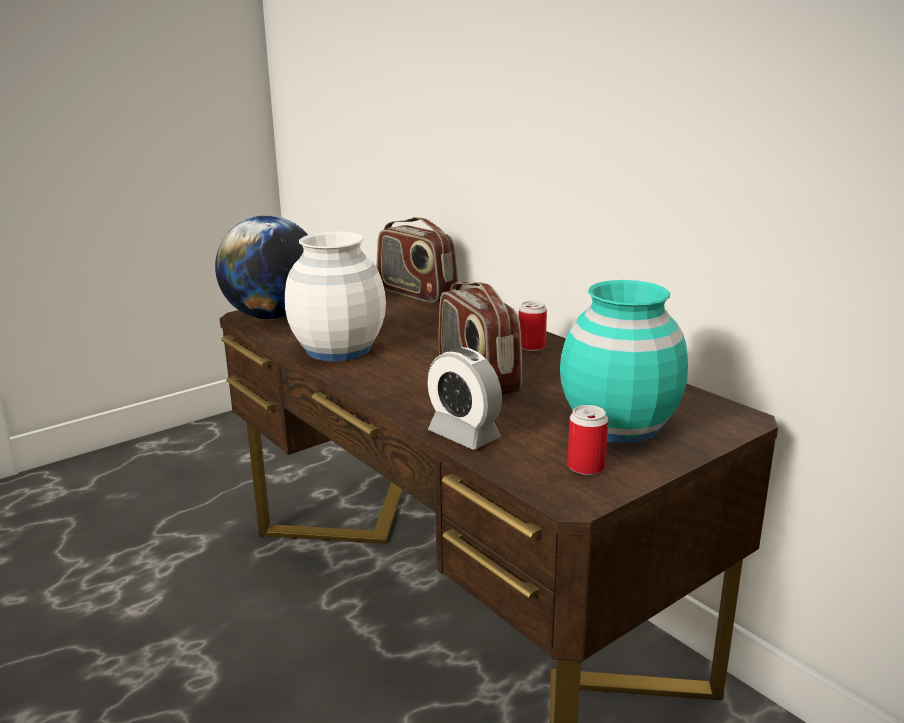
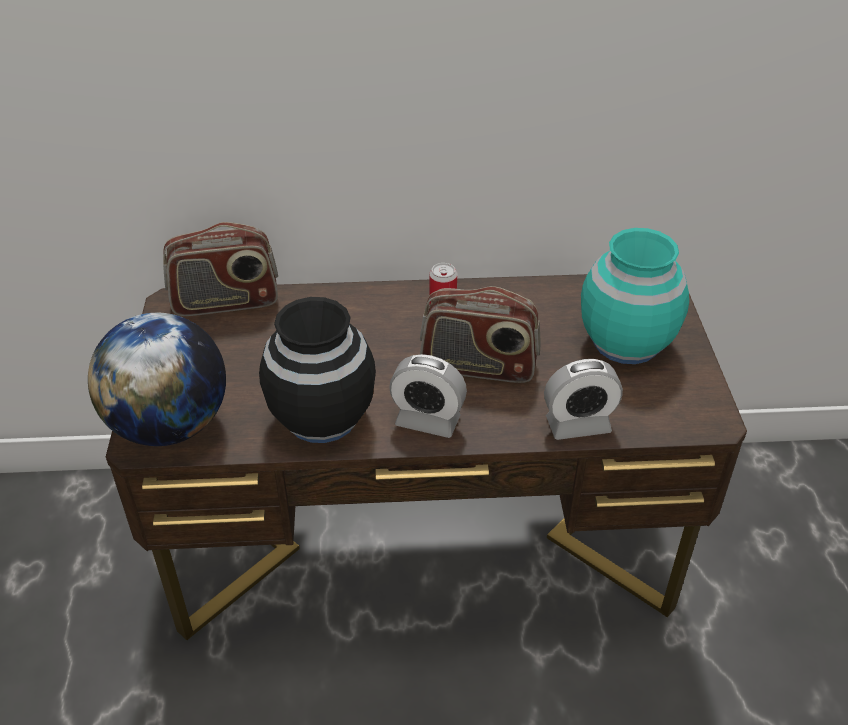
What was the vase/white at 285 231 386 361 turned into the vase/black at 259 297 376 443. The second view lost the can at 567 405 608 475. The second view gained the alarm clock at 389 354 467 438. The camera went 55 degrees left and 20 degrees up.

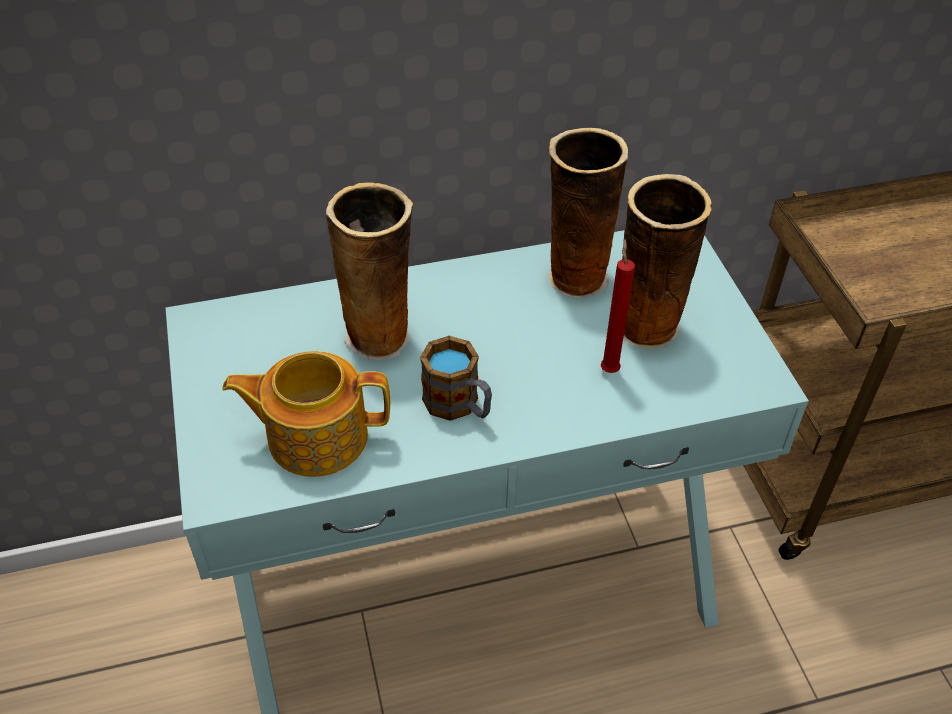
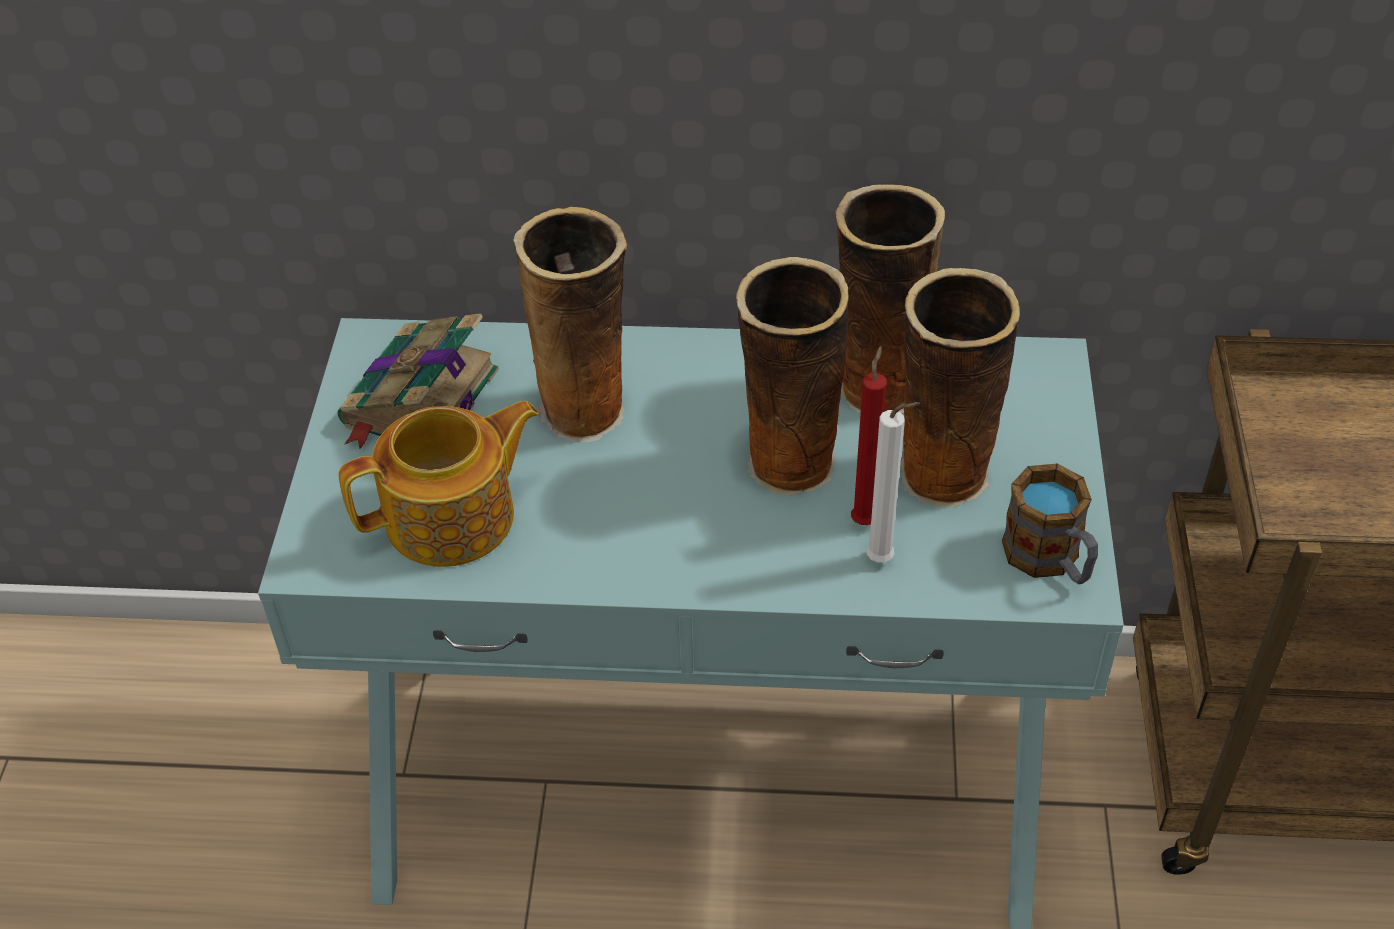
The teapot at 222 351 390 477 ended up facing another way, 135 degrees clockwise from before. The mug ended up elsewhere, having gone from 420 336 492 421 to 1002 464 1098 584. The second view gained the book at 338 313 499 449. The second view gained the vase at 736 257 849 496. The second view gained the candle/white at 866 402 920 562. The camera went 20 degrees right and 0 degrees up.

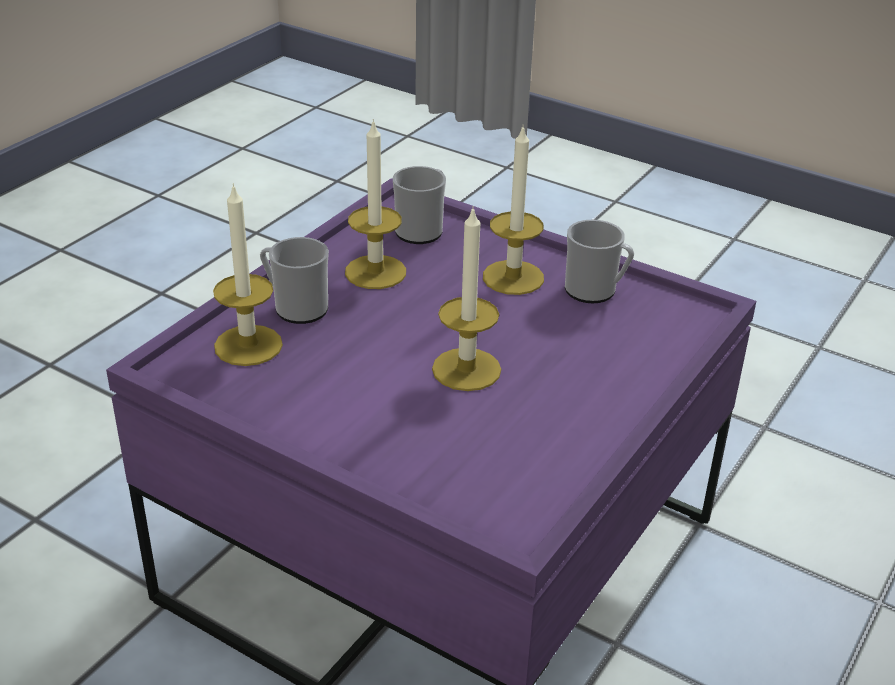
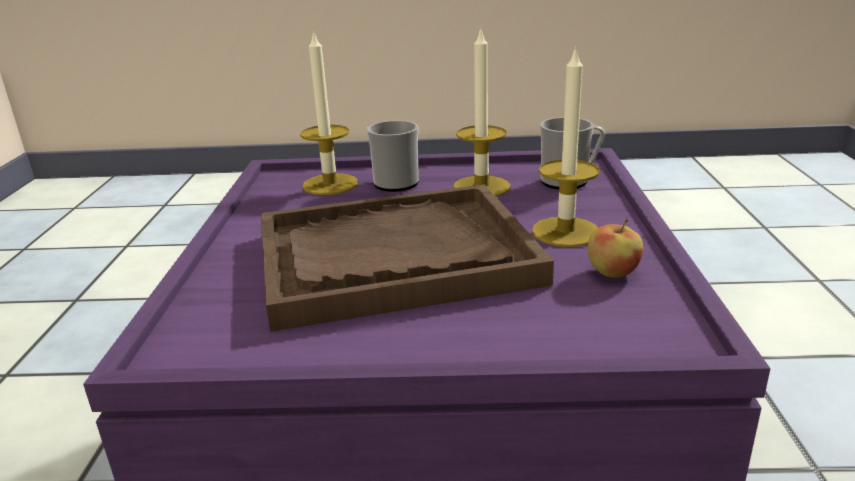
Where the candle stood at 432 206 501 391, the tray/brown came to stand at 261 184 554 332. Where the mug stood at 565 220 634 303, the apple came to stand at 587 217 643 278. The camera went 60 degrees right and 10 degrees down.

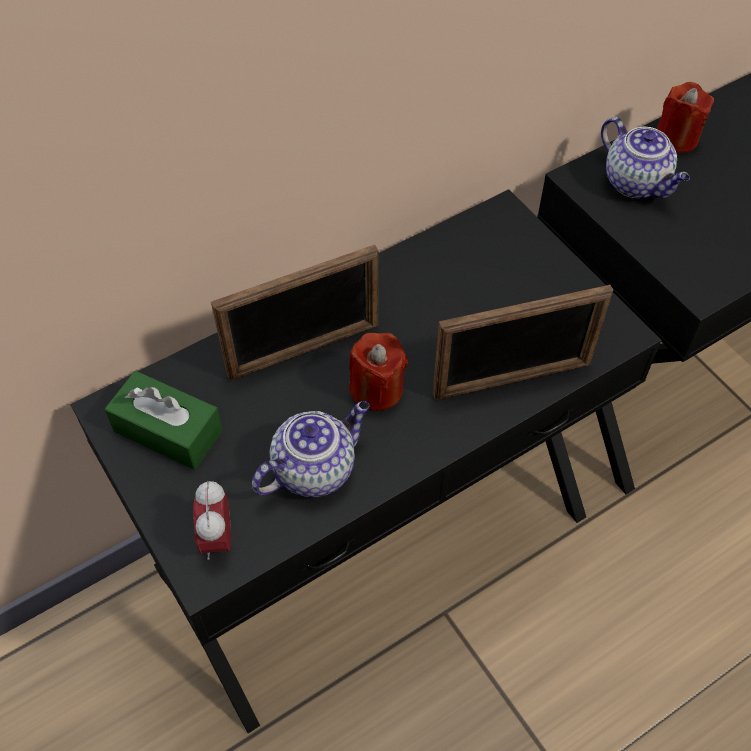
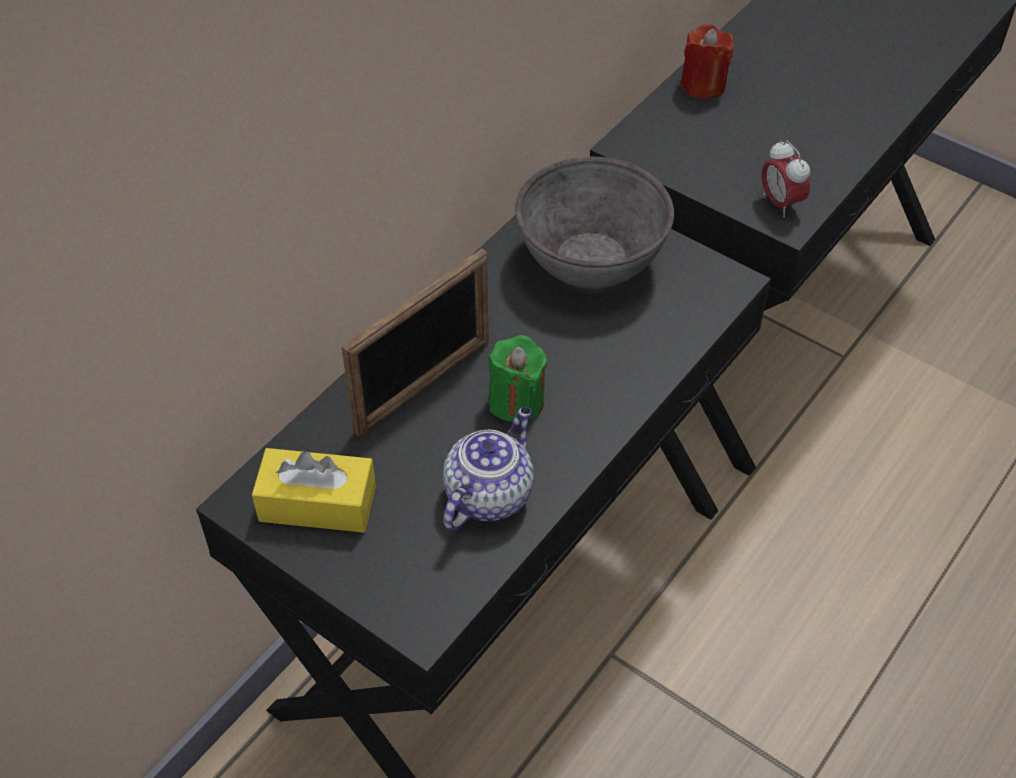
What was the tissue box/green at 105 371 223 470 turned into the tissue box/yellow at 252 448 376 533. The alarm clock ended up elsewhere, having gone from 193 481 231 560 to 762 140 810 217. What was the candle/red at 349 333 408 411 turned into the candle/green at 488 335 547 422. The second view lost the picture frame at 433 285 613 399. The second view lost the teapot at 601 117 690 198. The second view gained the bowl/grey at 515 157 674 289. The camera went 20 degrees left and 5 degrees down.

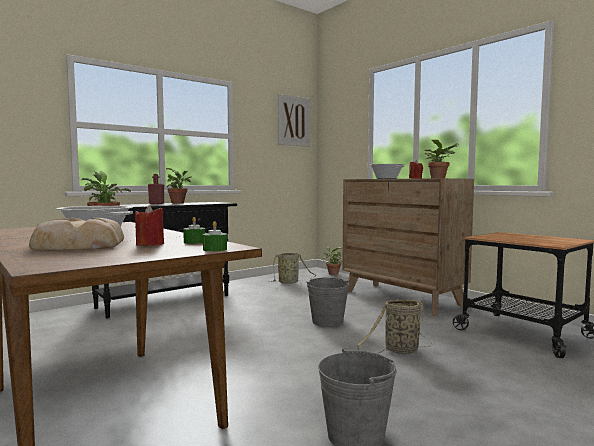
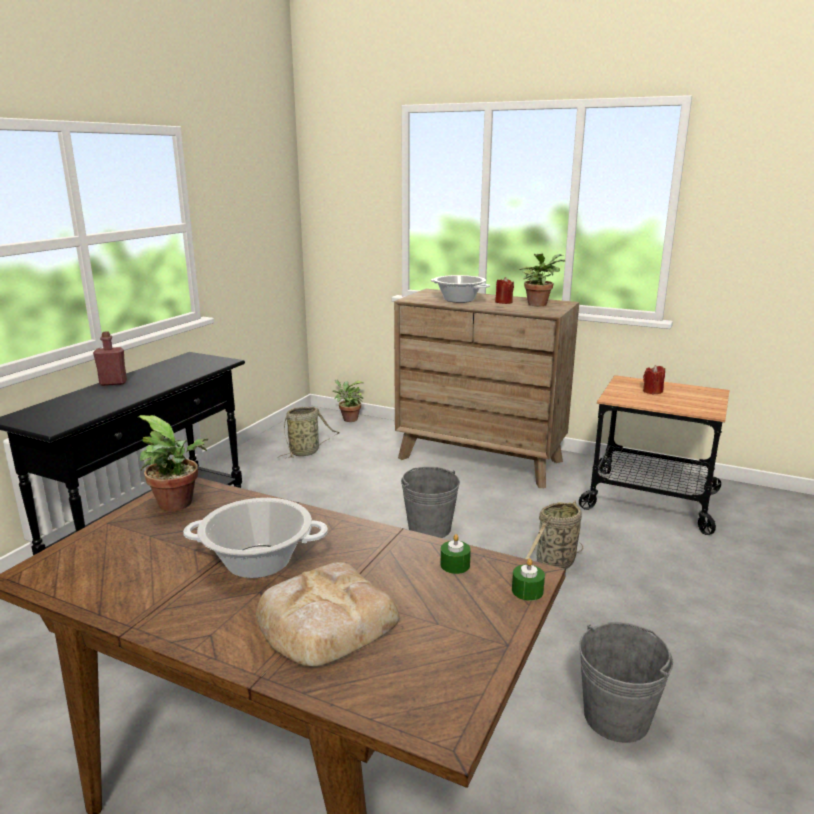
The candle/red ended up elsewhere, having gone from 135 205 164 246 to 643 365 665 394. The second view lost the potted plant at 166 168 191 203. The second view lost the picture at 278 94 310 147. The camera went 25 degrees left and 15 degrees up.

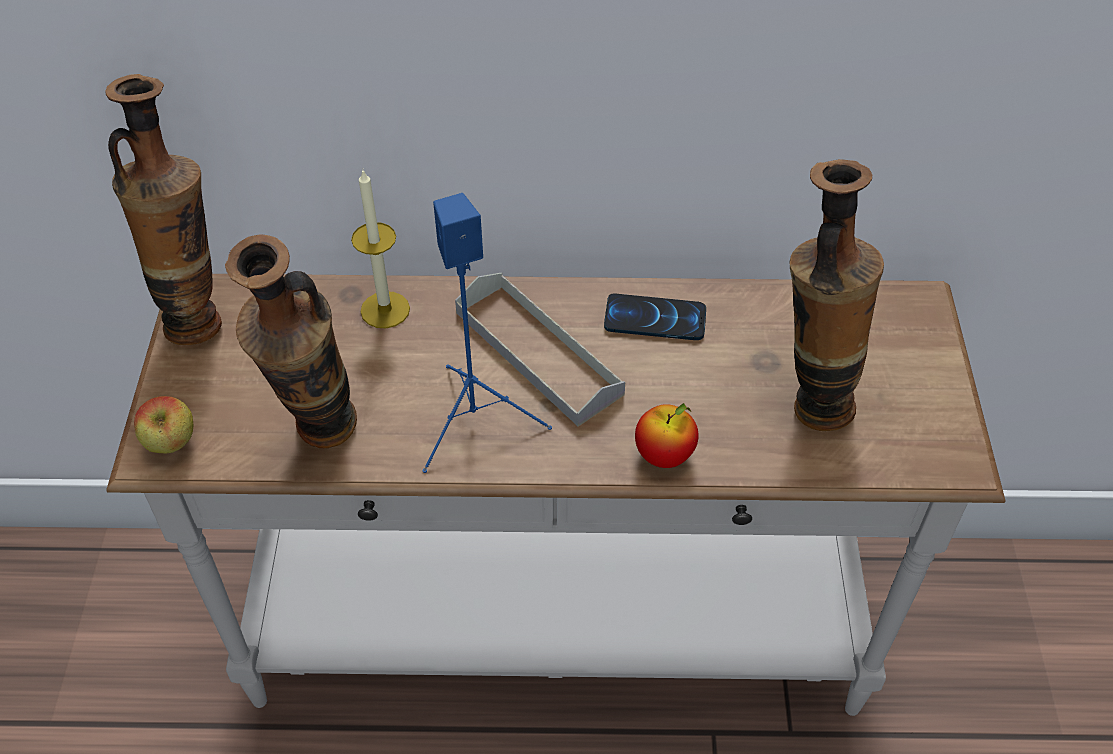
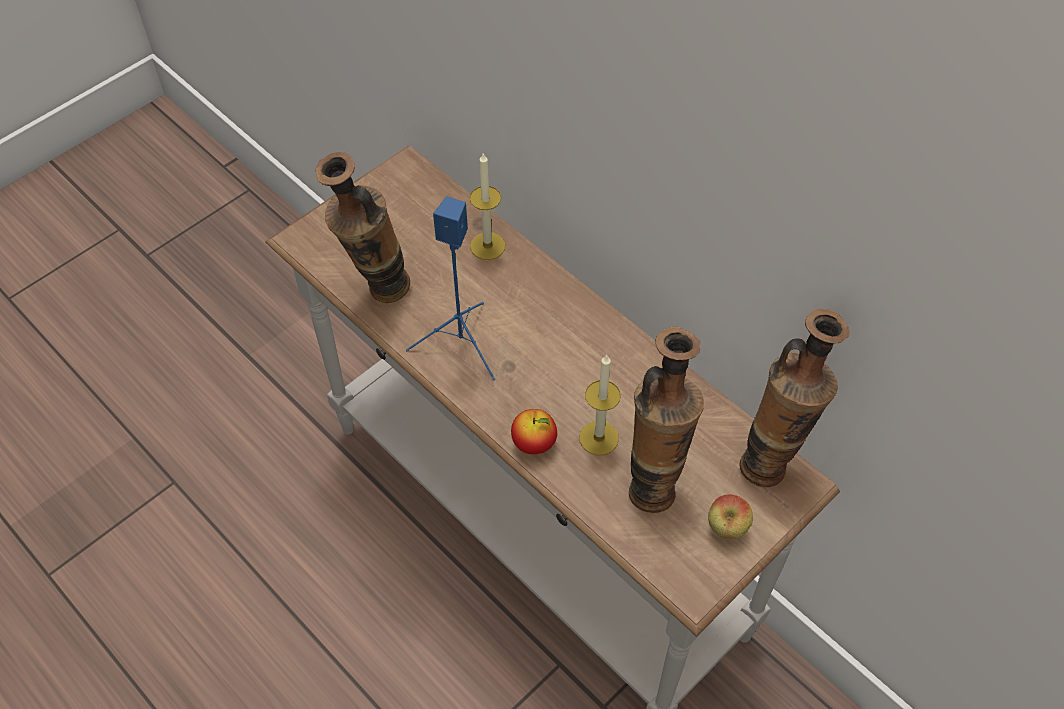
The vase ended up elsewhere, having gone from 105 74 222 345 to 739 309 849 487. The apple ended up elsewhere, having gone from 134 396 193 453 to 708 495 753 539. The second view lost the tray/grey at 455 273 625 427. The second view lost the phone at 604 294 706 340. The second view gained the candle at 579 355 621 455. The camera went 45 degrees right and 5 degrees up.

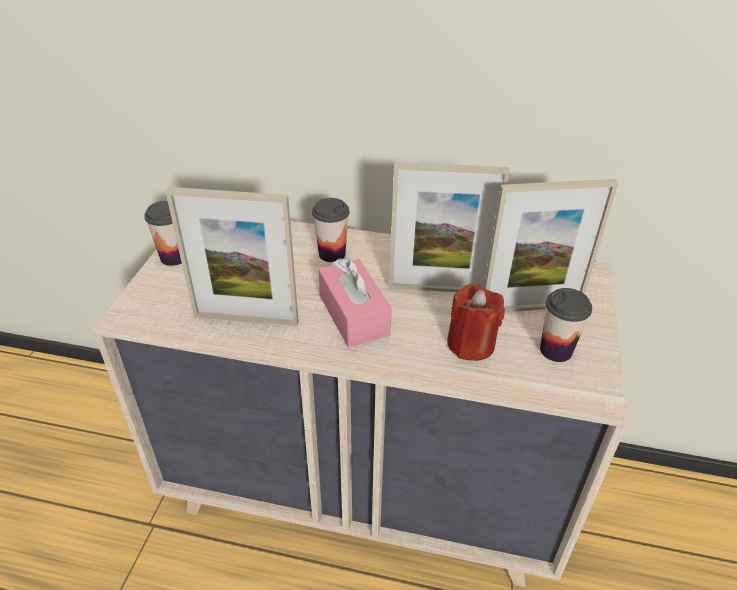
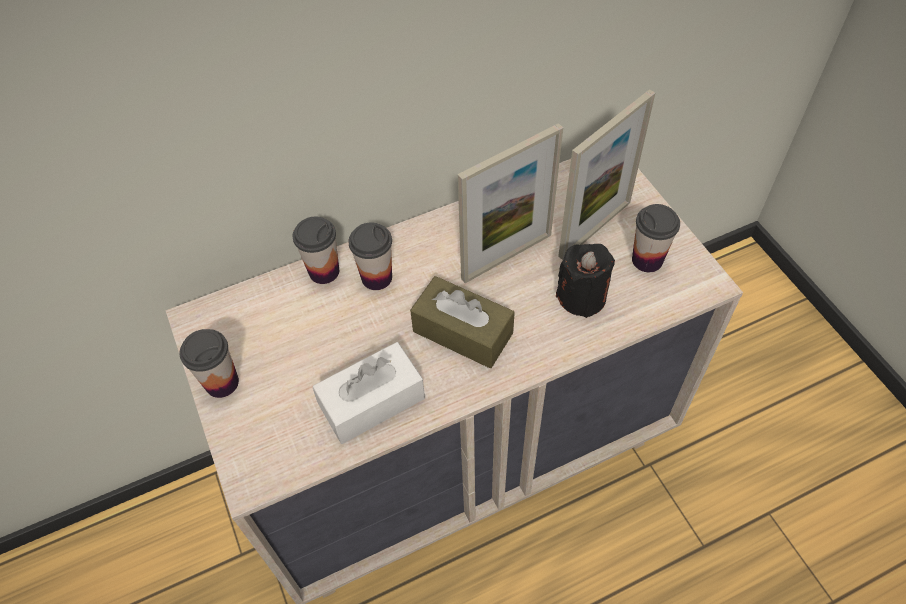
Where the picture frame stood at 165 187 299 326, the tissue box/white came to stand at 313 342 425 444. What was the tissue box/pink at 318 258 392 347 turned into the tissue box/brown at 410 276 515 368. What was the candle/red at 447 284 505 361 turned into the candle/black at 556 244 615 318. The second view gained the cup at 293 217 339 284. The camera went 35 degrees left and 15 degrees up.

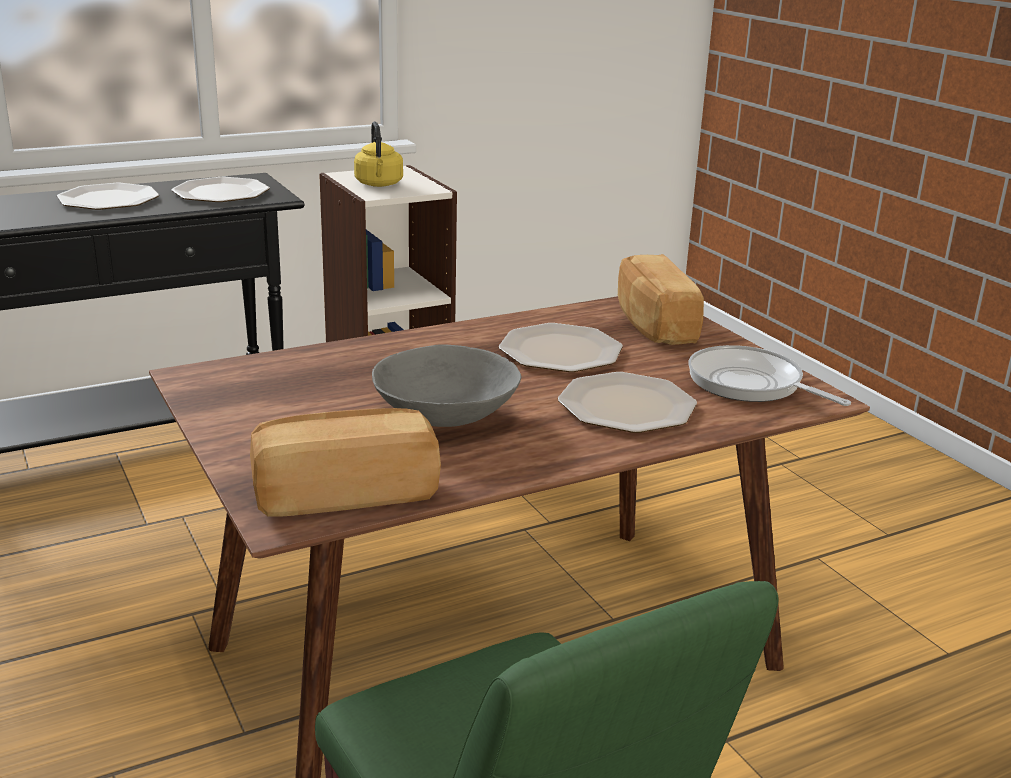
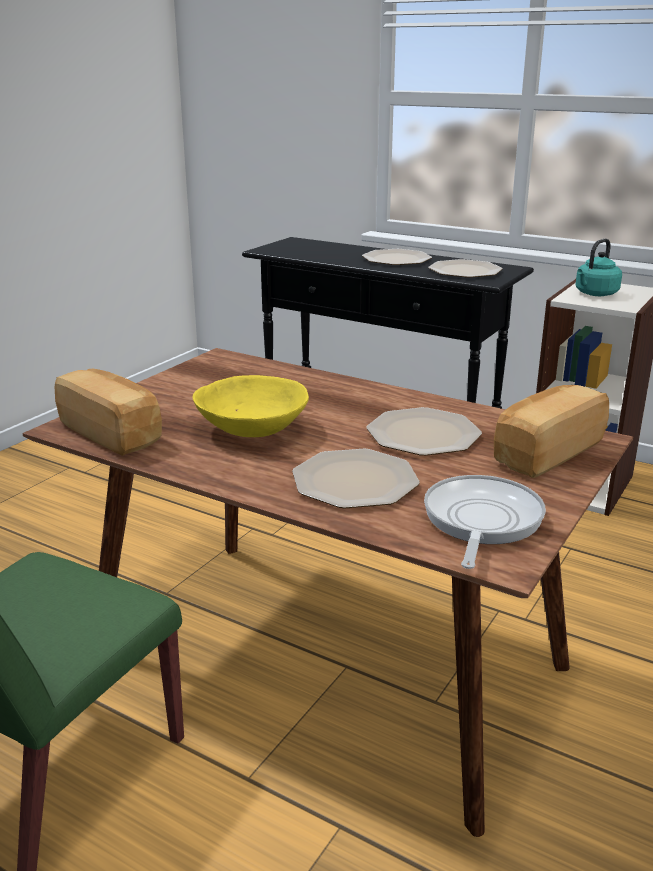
What was the kettle/yellow at 354 122 403 187 turned into the kettle/turquoise at 575 238 622 296. What was the bowl/grey at 372 344 521 427 turned into the bowl/yellow at 192 375 309 437. The camera went 60 degrees right and 0 degrees up.

